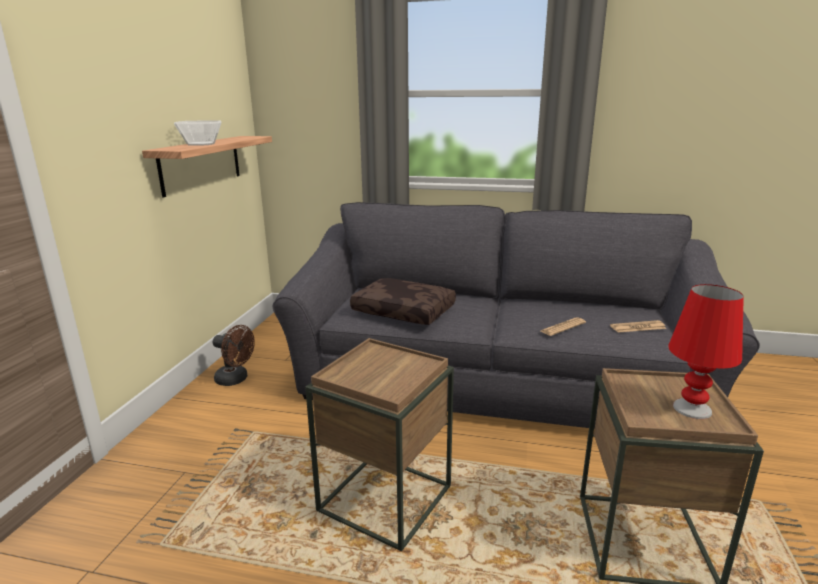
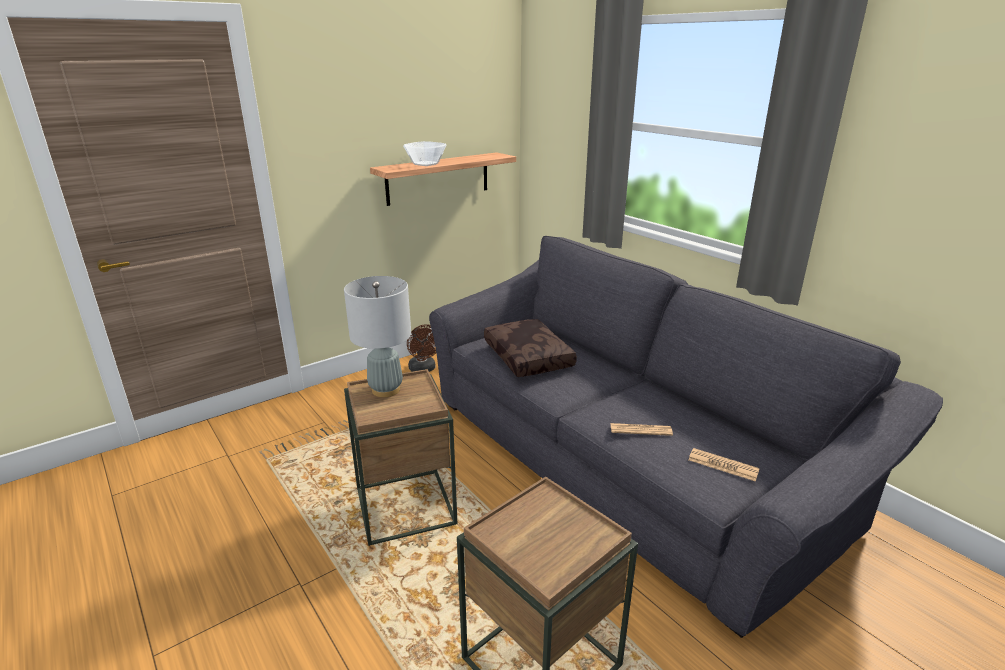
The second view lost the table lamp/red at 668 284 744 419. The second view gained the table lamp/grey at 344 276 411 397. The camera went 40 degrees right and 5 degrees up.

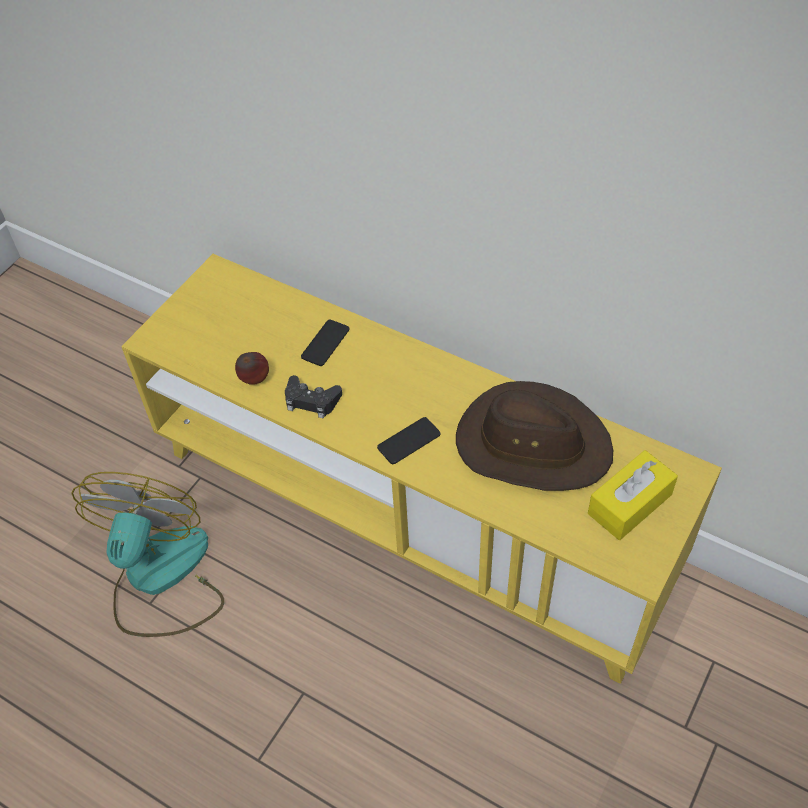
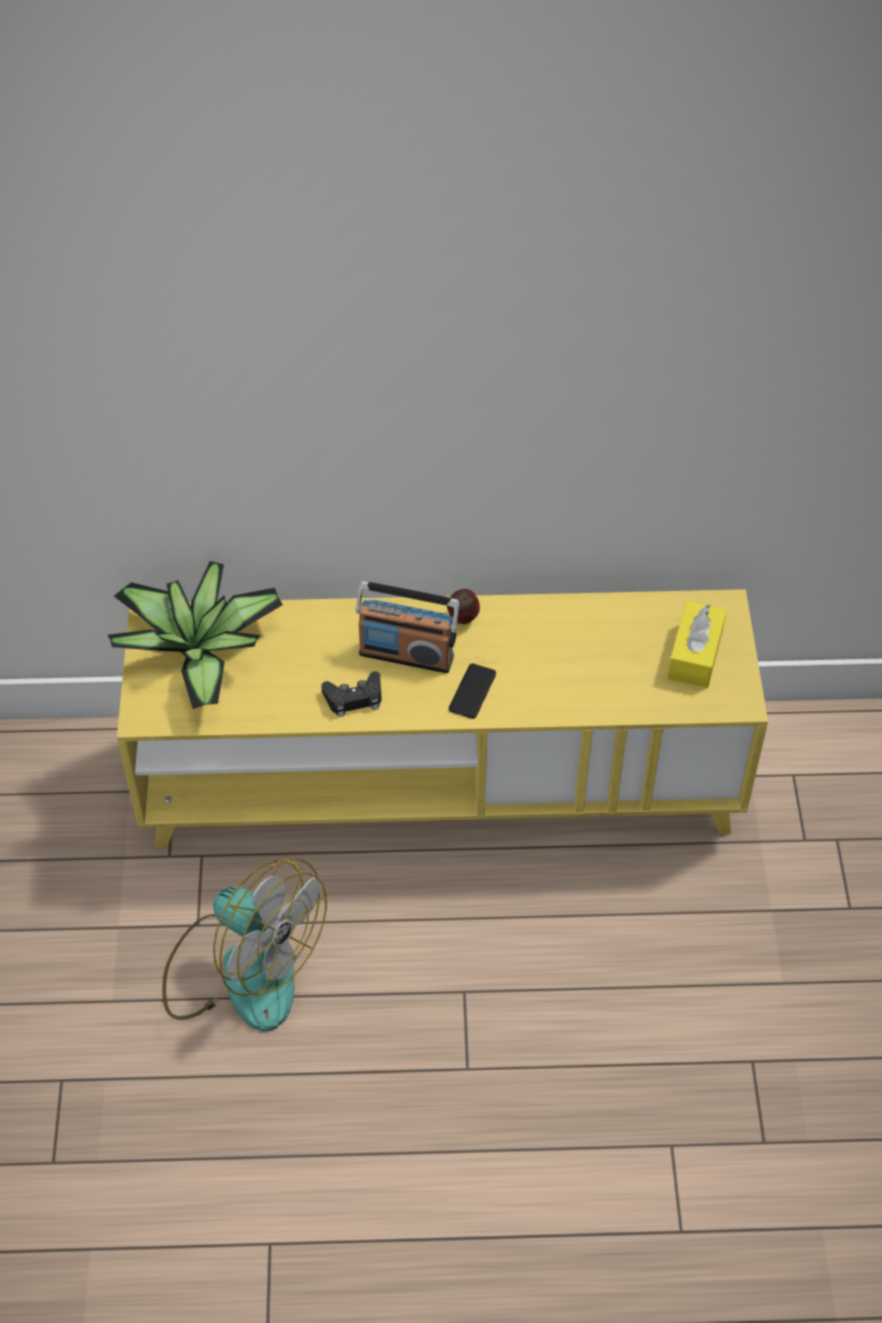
The fan at 72 472 224 637 ended up facing another way, 150 degrees clockwise from before. The apple ended up elsewhere, having gone from 235 352 269 385 to 447 589 480 624. The second view lost the phone at 301 319 350 366. The second view lost the hat/brown at 456 381 613 491. The second view gained the potted plant at 108 561 283 709. The second view gained the radio at 356 581 459 673. The camera went 35 degrees left and 0 degrees up.

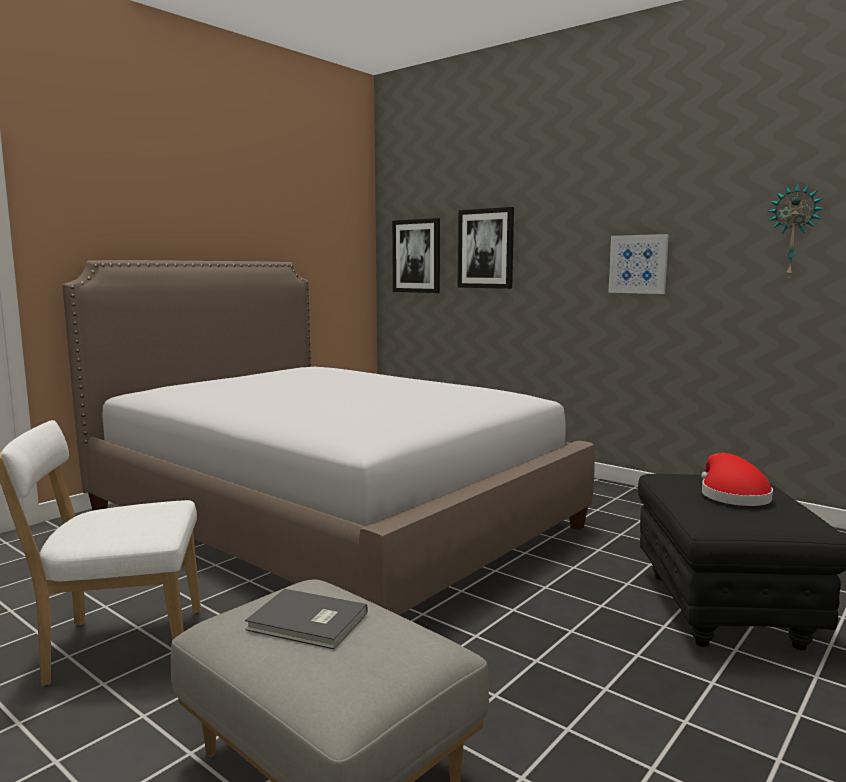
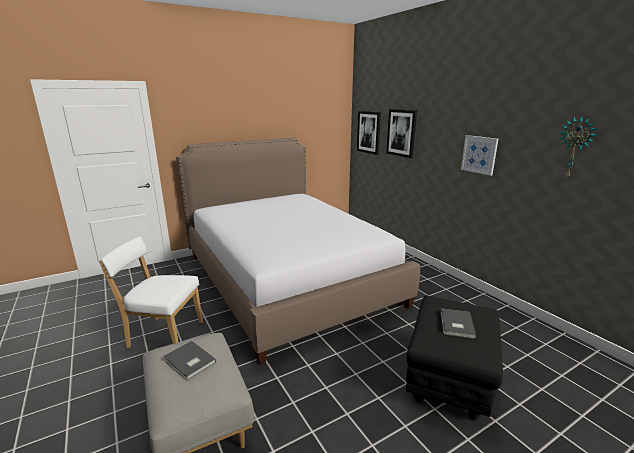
Where the hat/red stood at 701 453 773 506, the book/grey came to stand at 441 308 477 339. The camera went 20 degrees right and 10 degrees up.

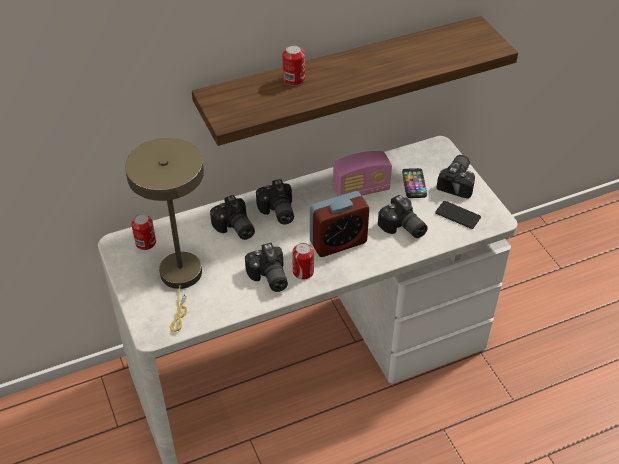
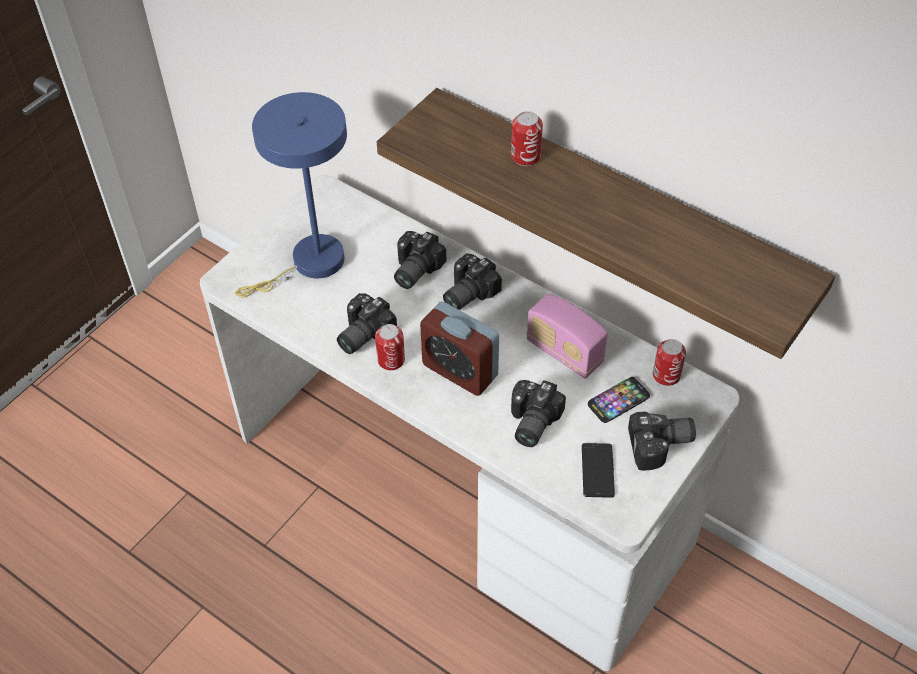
What was the table lamp/beige at 125 138 204 332 turned into the table lamp/blue at 235 92 347 298. The can ended up elsewhere, having gone from 131 214 156 250 to 653 339 686 386. The camera went 60 degrees right and 5 degrees up.

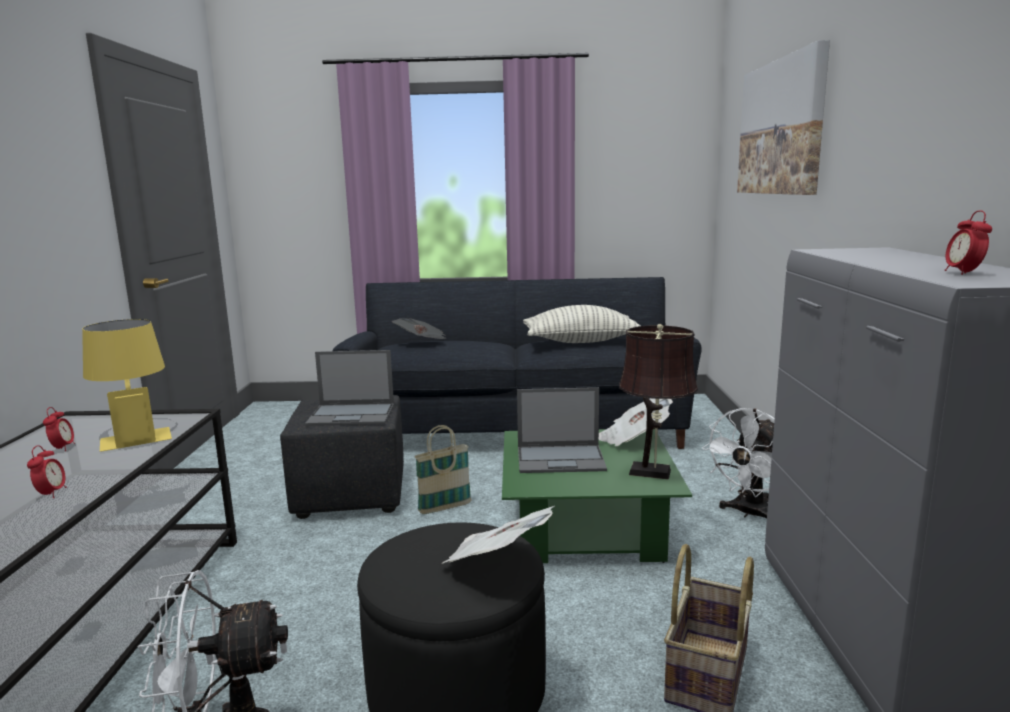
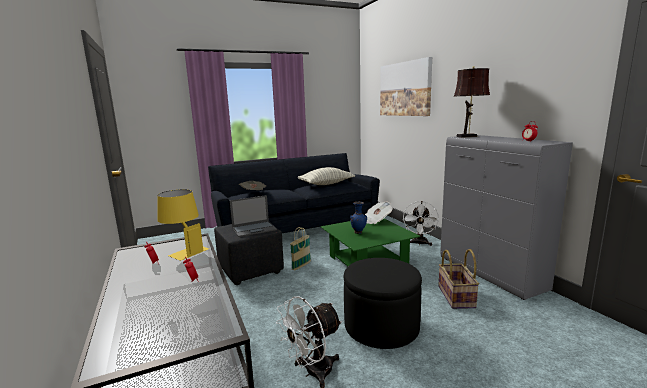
The second view lost the newspaper at 441 506 555 564. Where the laptop stood at 517 387 607 473, the vase/blue came to stand at 350 202 367 234. The table lamp/brown ended up elsewhere, having gone from 619 324 698 480 to 454 66 490 138. The camera went 25 degrees left and 0 degrees up.

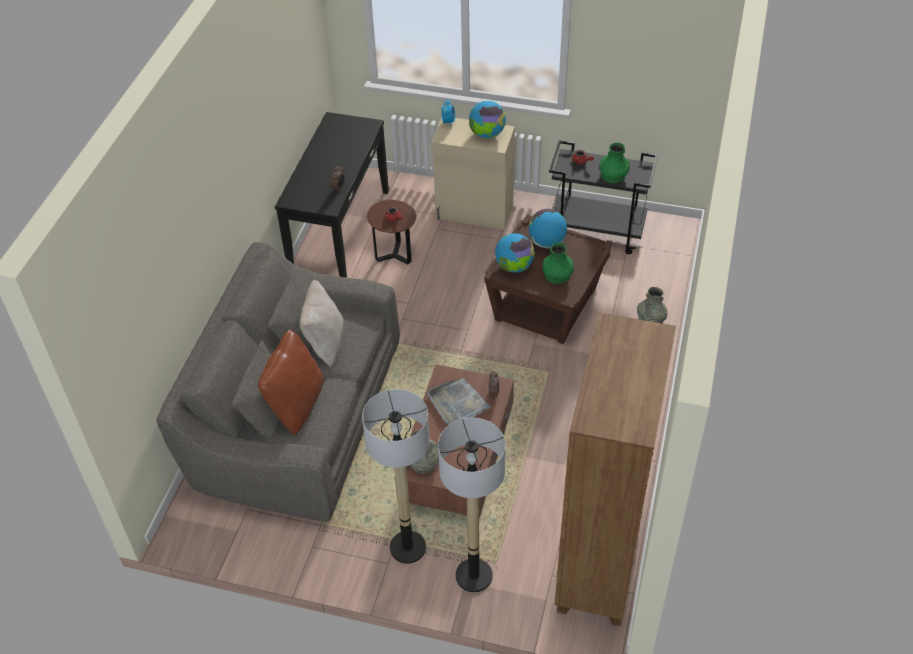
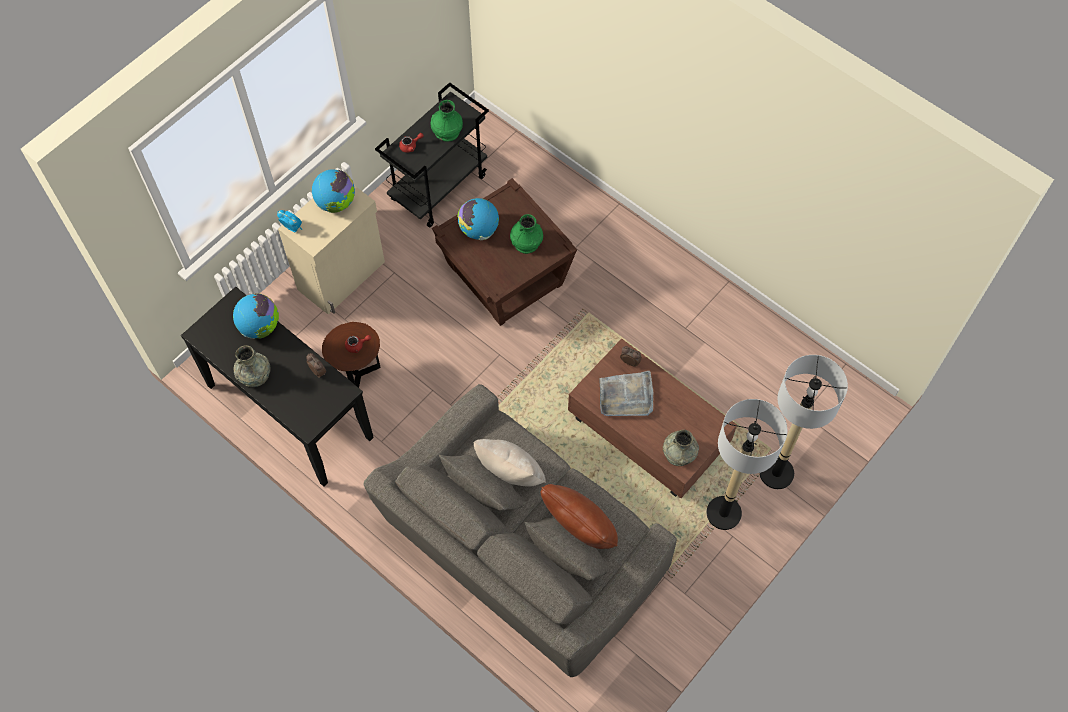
The globe ended up elsewhere, having gone from 495 233 535 273 to 233 293 279 339. The second view lost the bookcase/brown at 555 313 676 626. The vase/grey ended up elsewhere, having gone from 637 287 667 324 to 233 345 271 387. The camera went 65 degrees left and 15 degrees up.

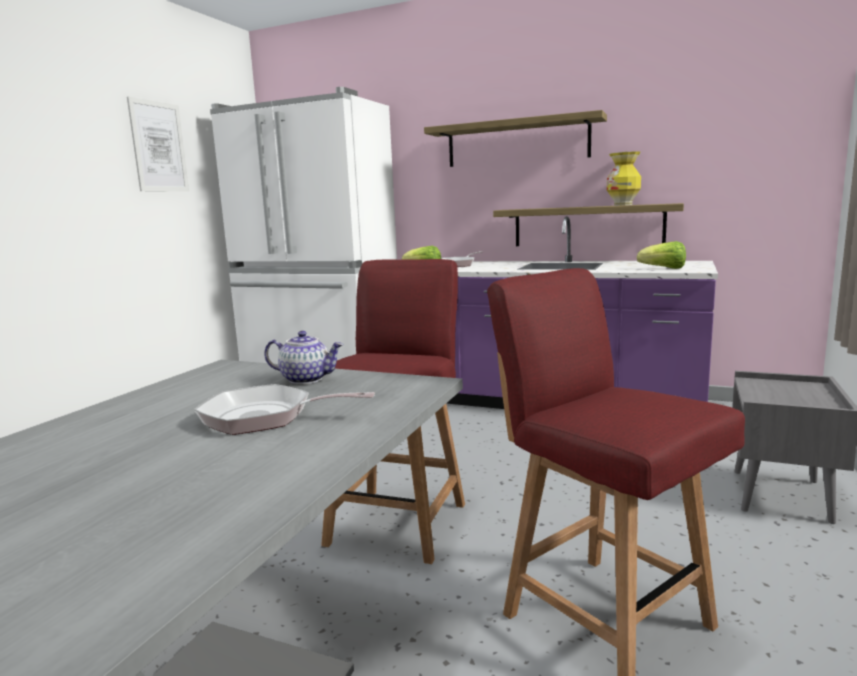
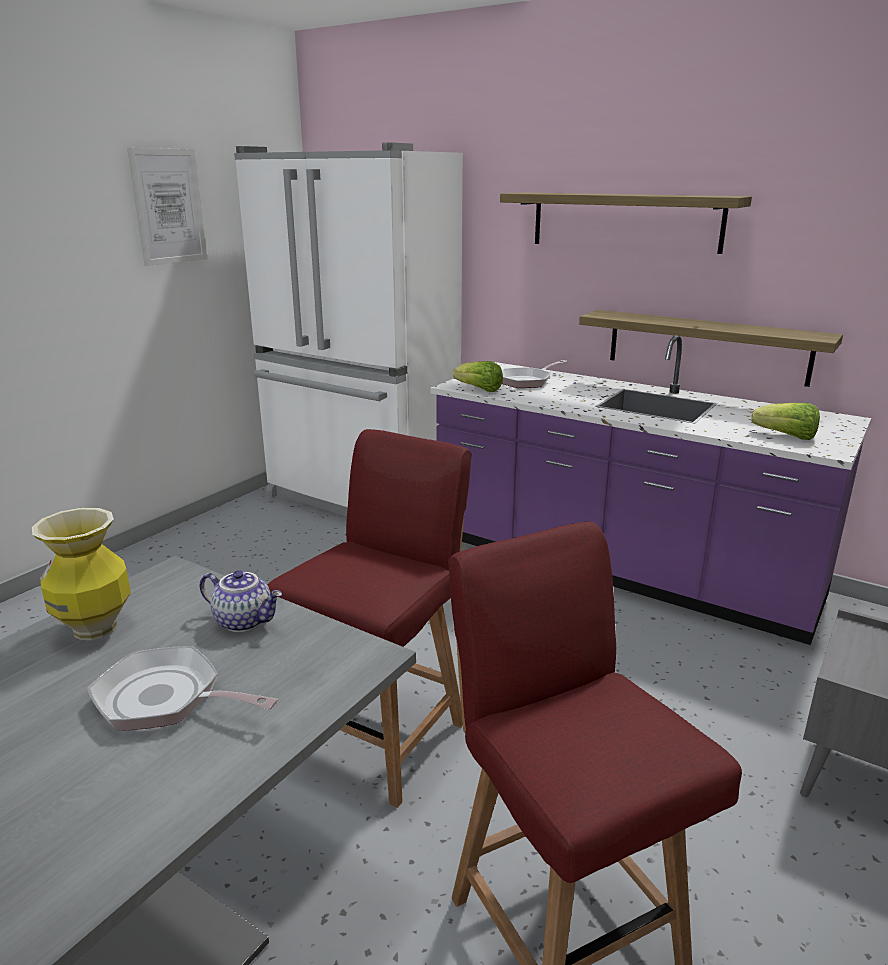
The vase ended up elsewhere, having gone from 607 151 641 206 to 32 508 131 640. The camera went 10 degrees right and 10 degrees up.

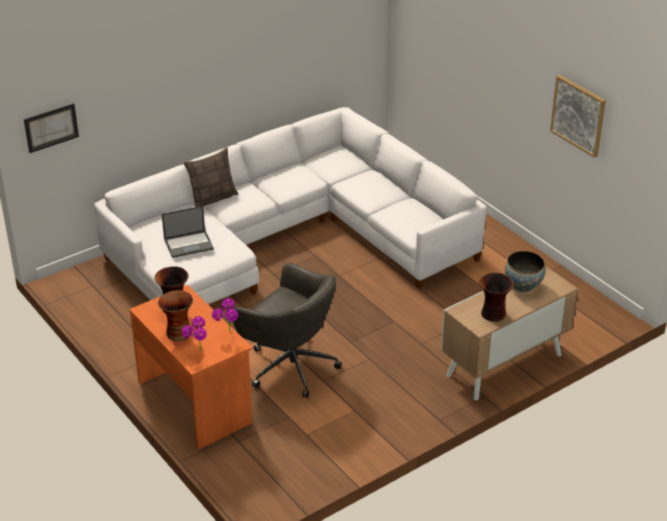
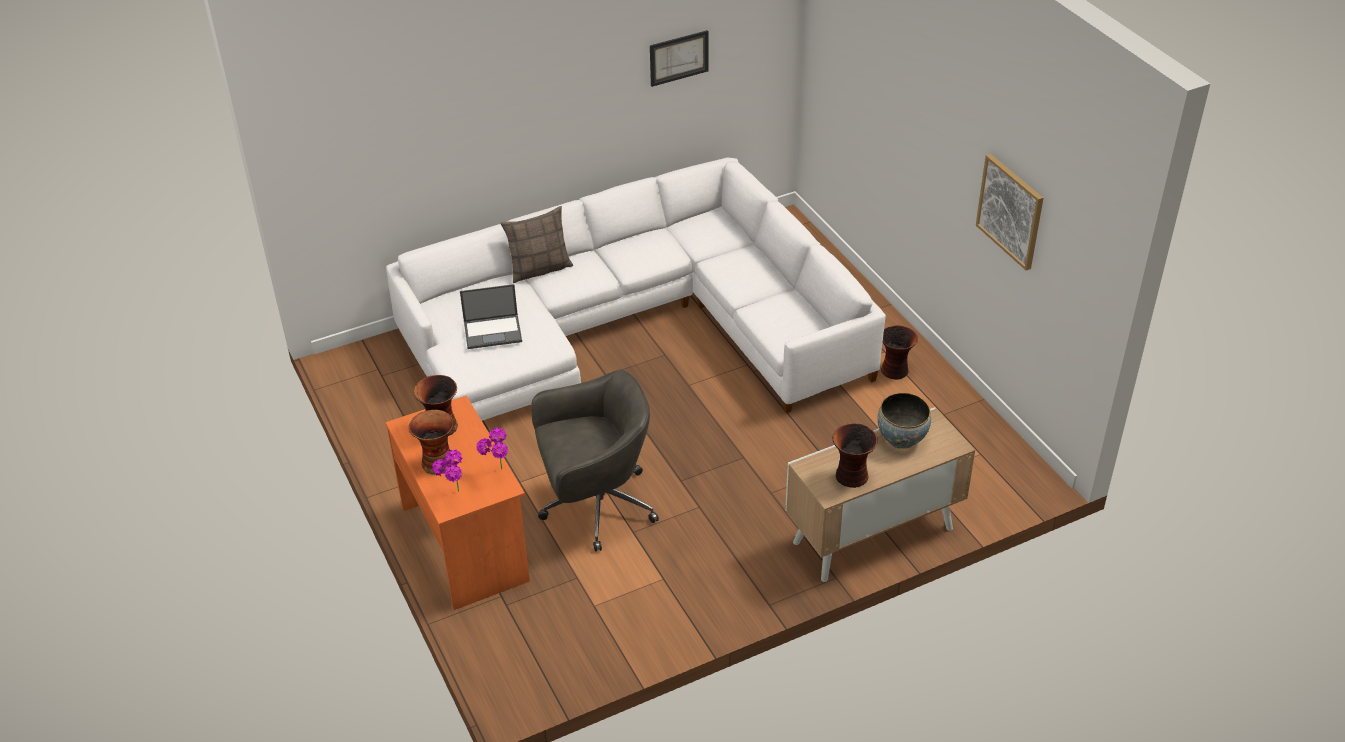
The picture ended up elsewhere, having gone from 24 103 79 153 to 650 30 708 87. The office chair/grey at 233 263 342 398 ended up facing another way, 60 degrees counterclockwise from before. The second view gained the vase at 881 325 918 380. The camera went 10 degrees right and 5 degrees up.

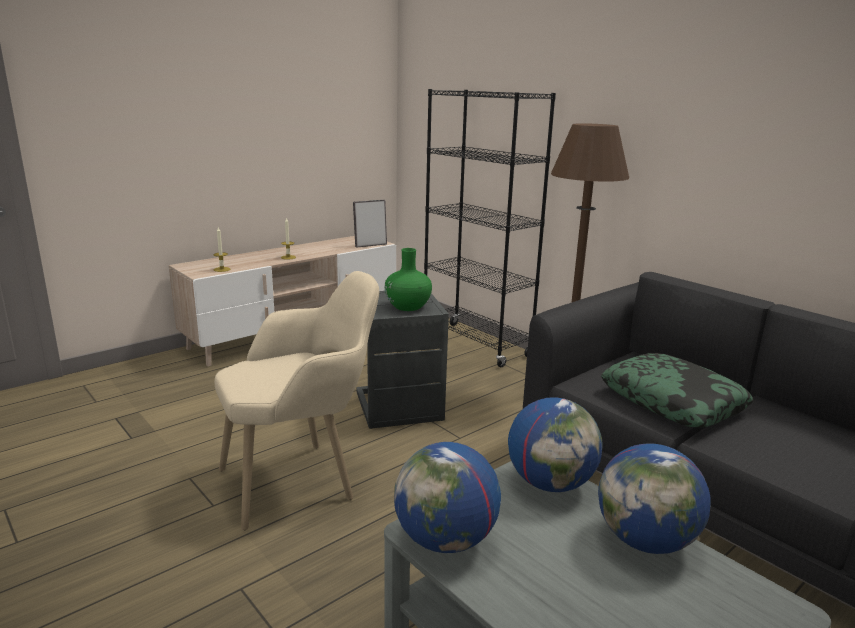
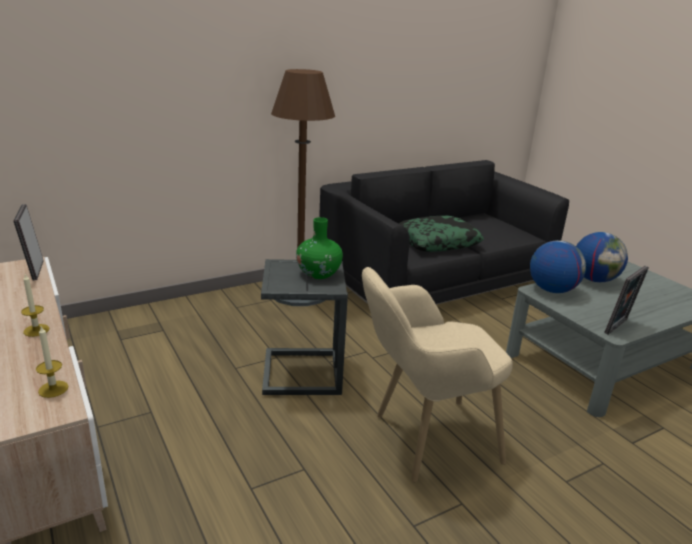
The armchair/beige at 214 271 379 530 ended up facing another way, 90 degrees counterclockwise from before. Where the globe stood at 394 442 501 553, the picture frame came to stand at 604 266 649 335. The second view lost the bookcase/black at 424 89 556 367. The camera went 80 degrees left and 5 degrees up.

